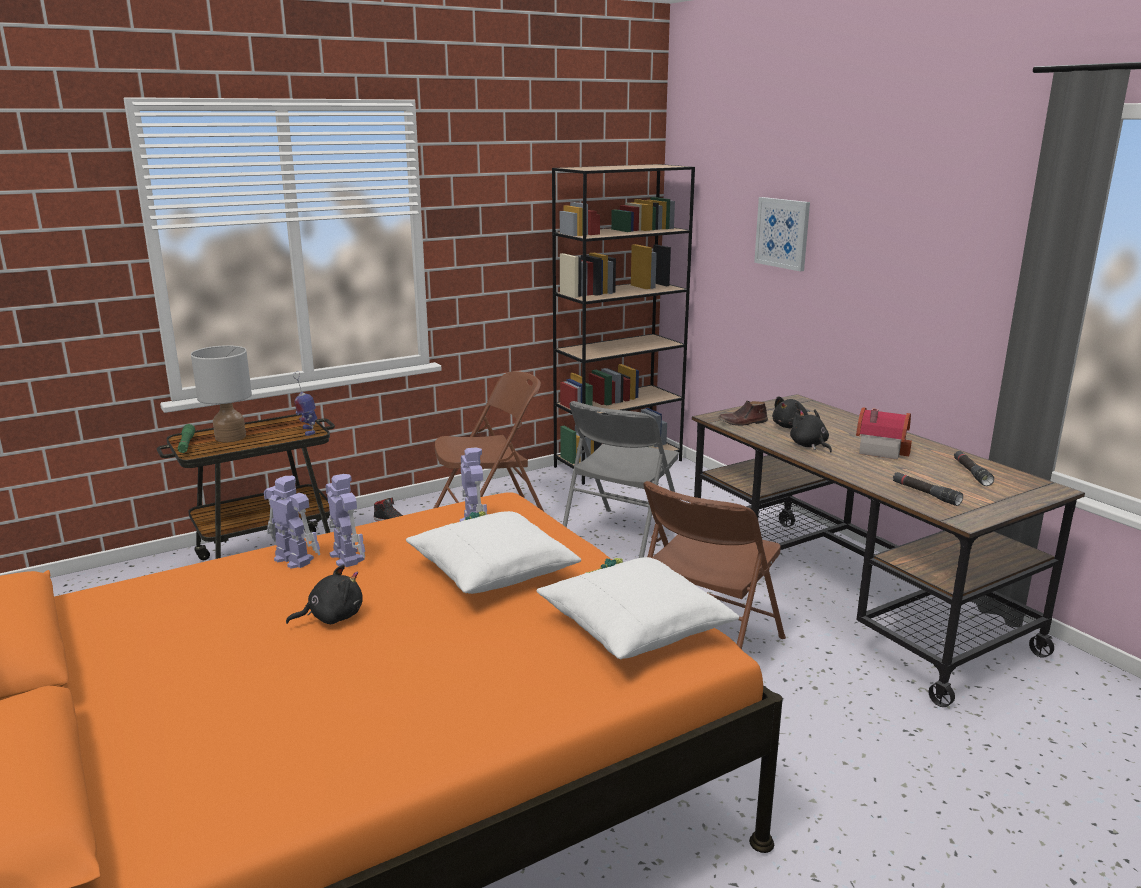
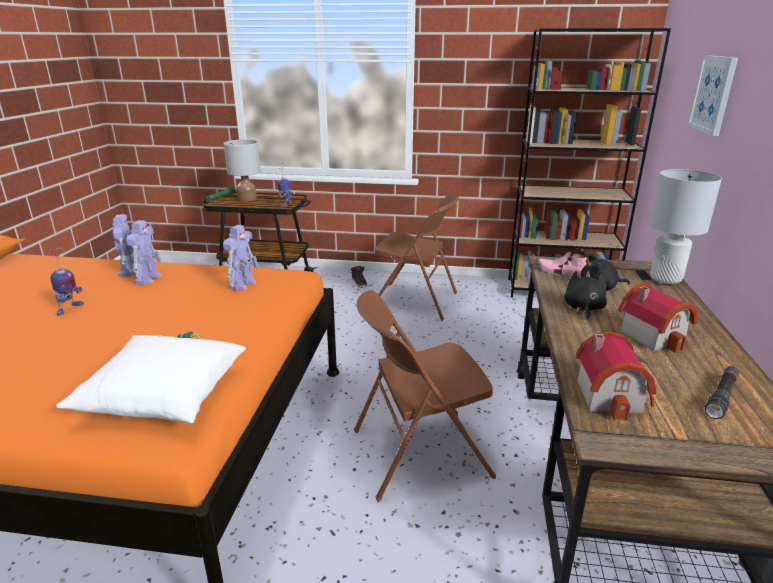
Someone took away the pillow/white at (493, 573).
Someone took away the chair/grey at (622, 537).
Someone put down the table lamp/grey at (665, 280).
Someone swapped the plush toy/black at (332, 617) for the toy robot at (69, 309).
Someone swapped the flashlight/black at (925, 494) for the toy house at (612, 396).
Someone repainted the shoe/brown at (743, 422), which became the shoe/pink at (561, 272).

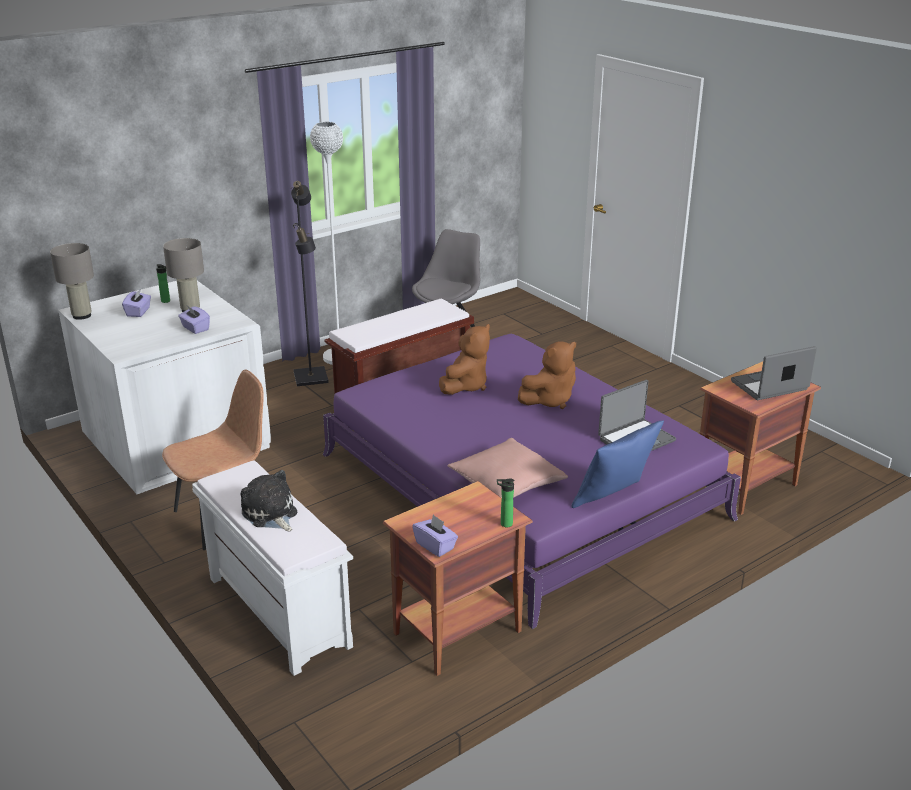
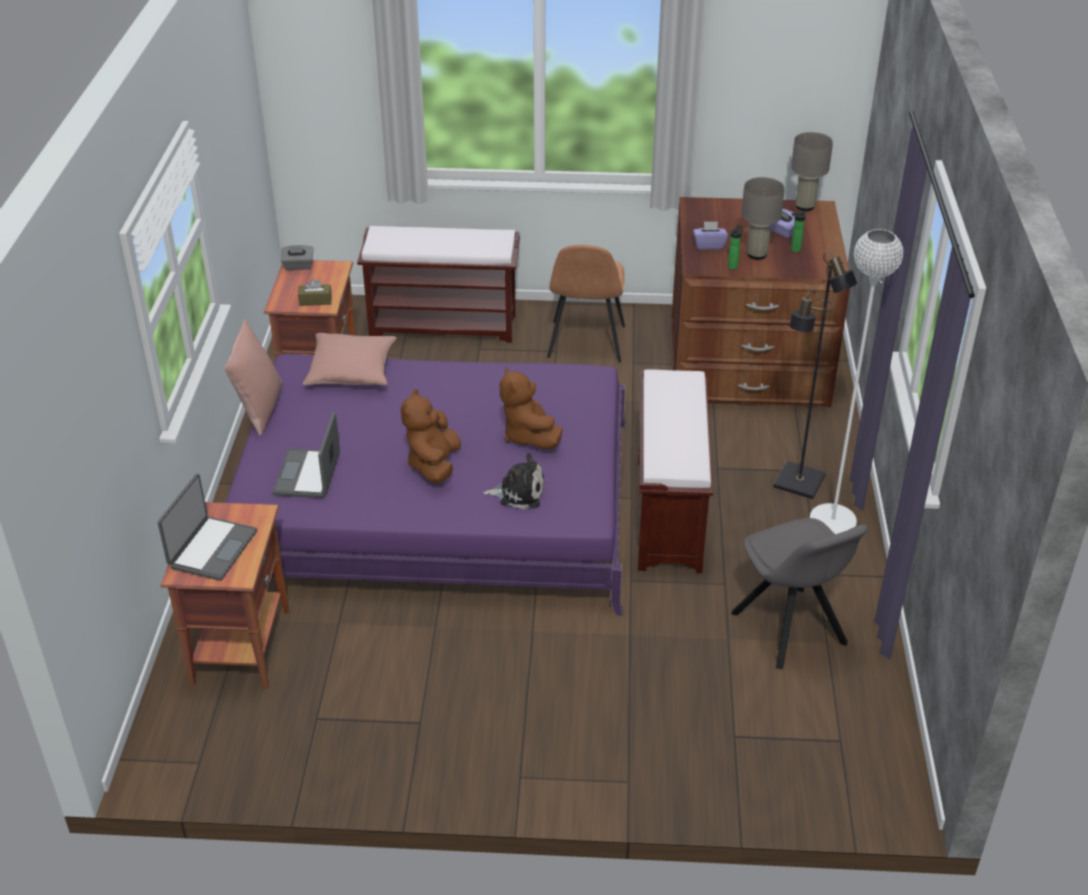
Someone put down the tissue box/brown at (315, 300).
Someone carried the plush toy from (270, 514) to (518, 492).
Someone carried the bottle from (504, 524) to (733, 266).
Someone repainted the dresser/white at (176, 438), which became the dresser/brown at (748, 362).
Someone repainted the bench/white at (276, 611), which became the bench/brown at (444, 325).
Someone repainted the tissue box/purple at (435, 546), which became the tissue box/grey at (298, 266).
Someone repainted the pillow/blue at (614, 500), which became the pillow/pink at (259, 409).

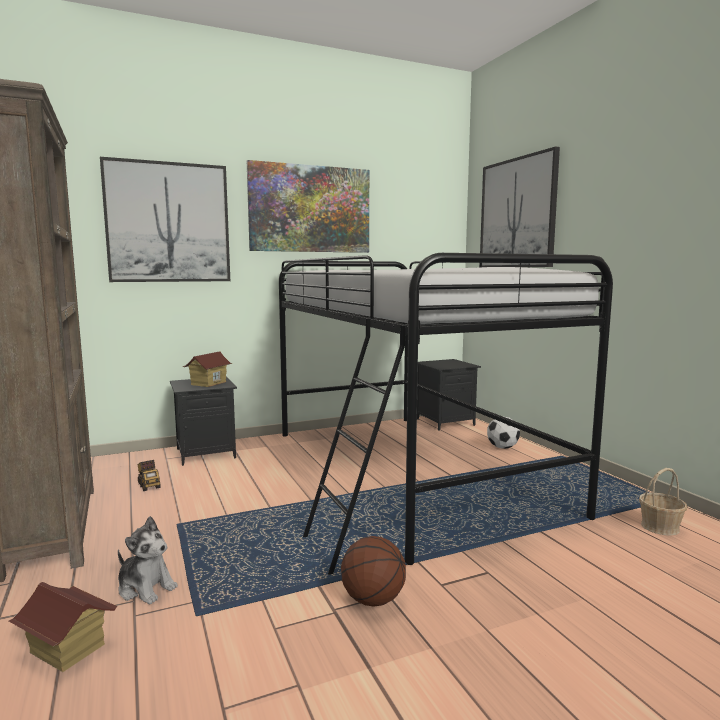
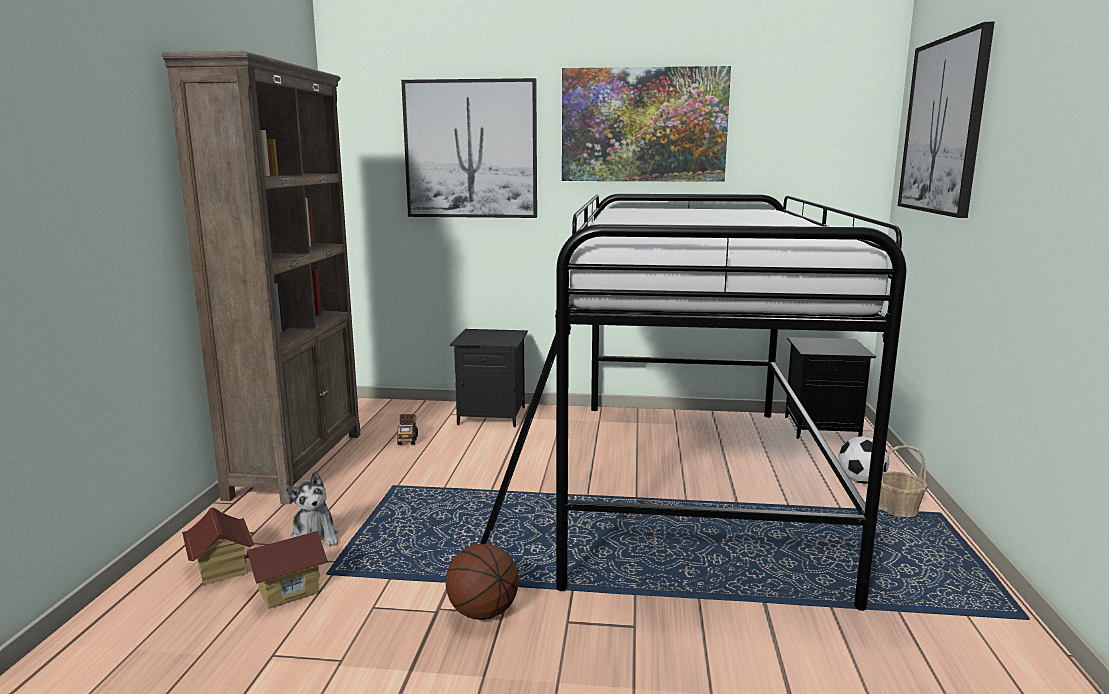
Someone carried the toy house from (208, 383) to (288, 591).
Someone carried the basket from (660, 527) to (898, 509).

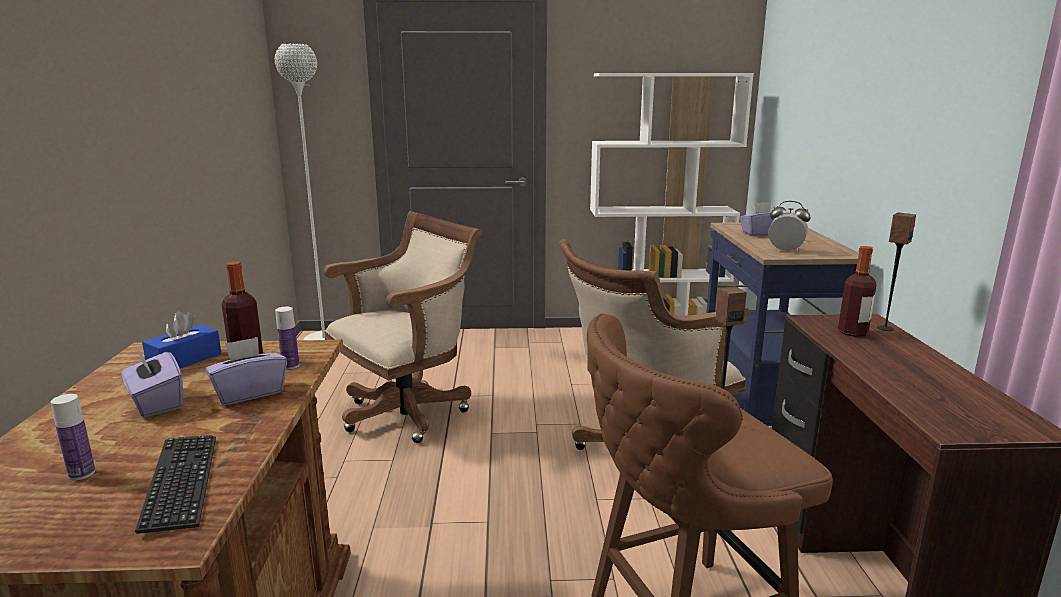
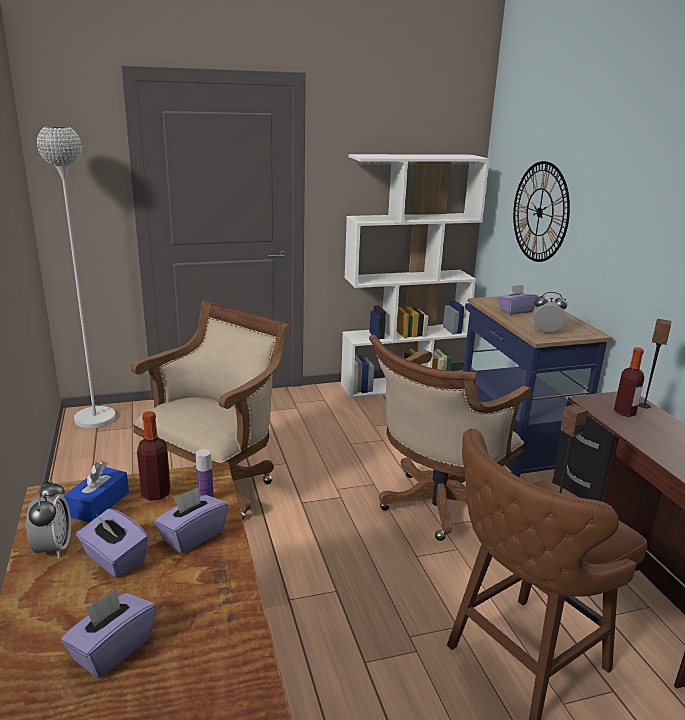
Someone took away the keyboard at (181, 483).
Someone put down the alarm clock at (53, 548).
Someone put up the wall clock at (540, 212).
Someone swapped the bottle at (82, 473) for the tissue box/purple at (112, 649).

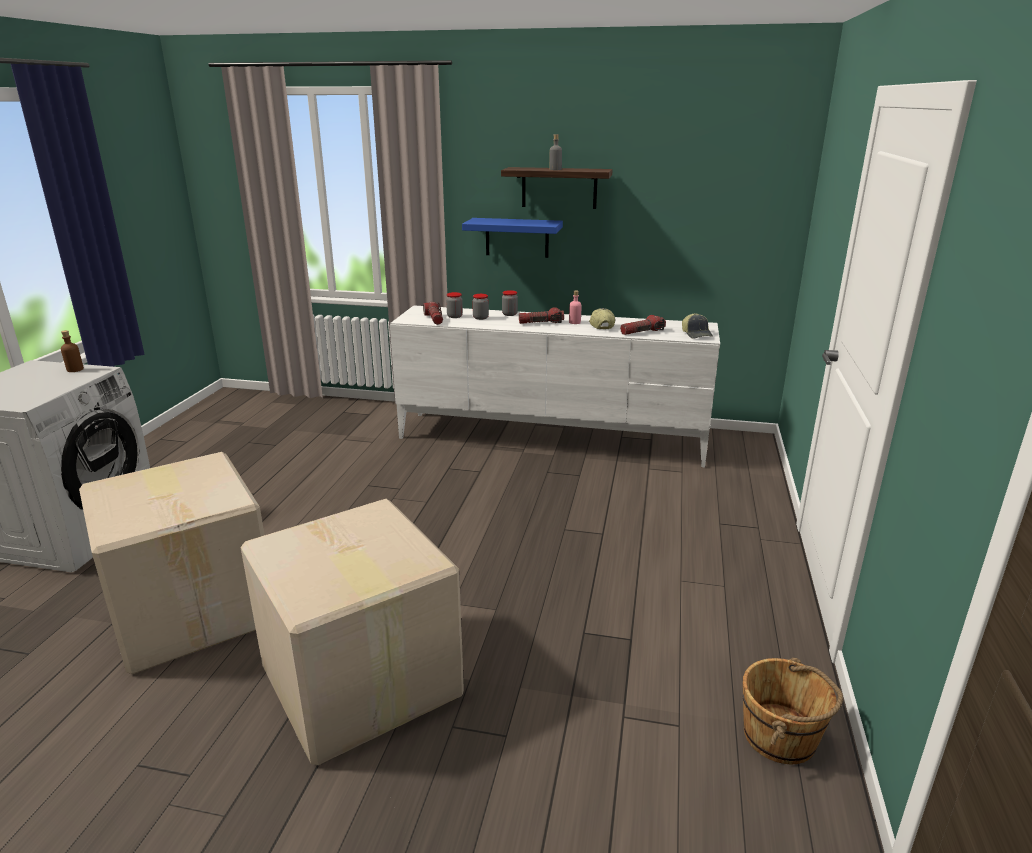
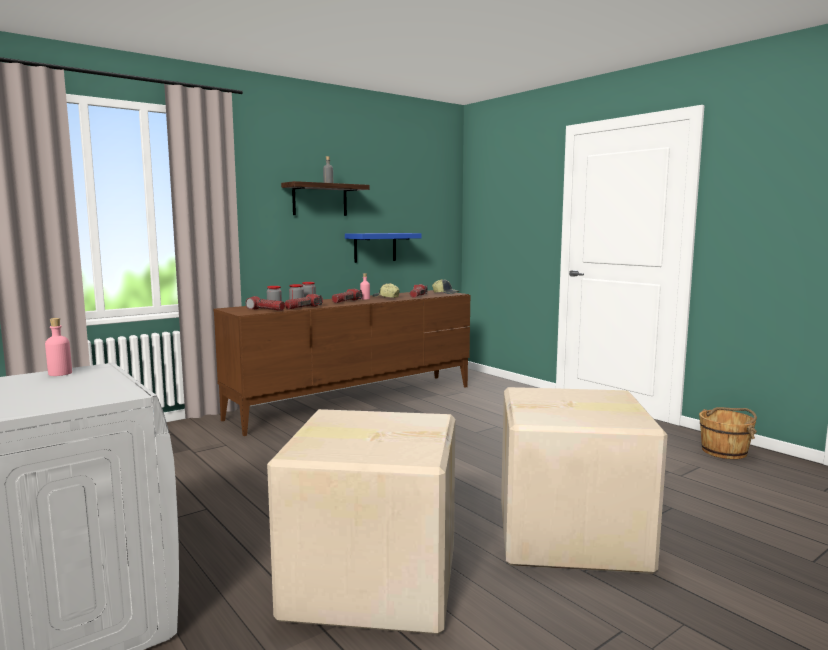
Someone put down the flashlight at (304, 307).
Someone carried the shelf/blue from (517, 237) to (375, 247).
Someone repainted the bottle/brown at (75, 369), which became the bottle/pink at (60, 373).
Someone repainted the cabinet/white at (552, 438), which became the cabinet/brown at (356, 402).

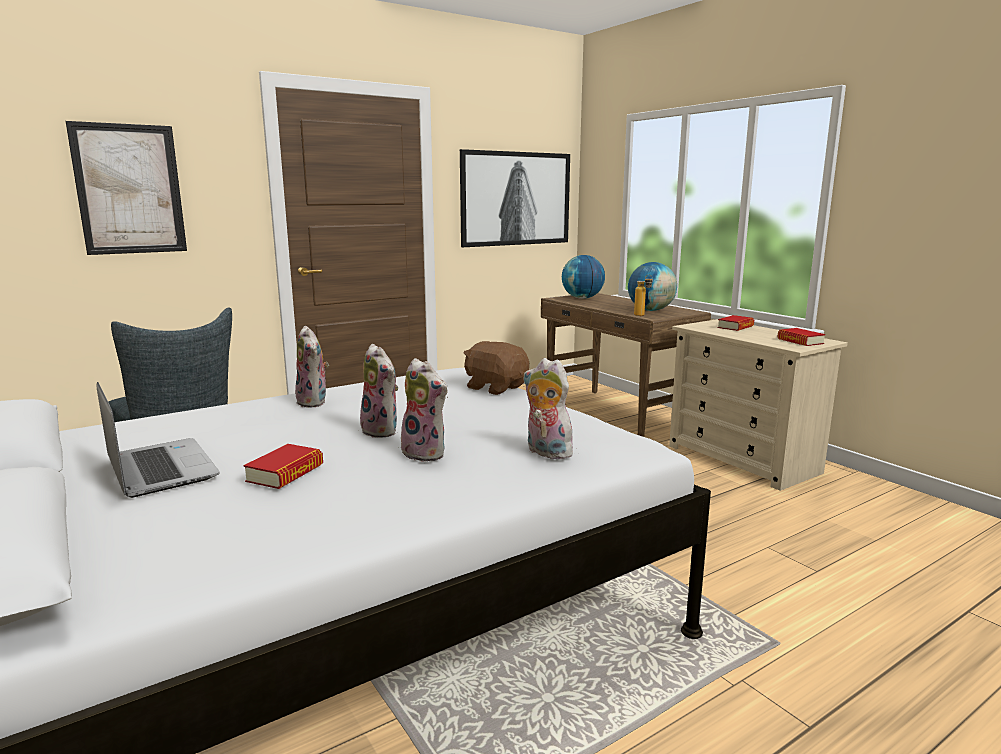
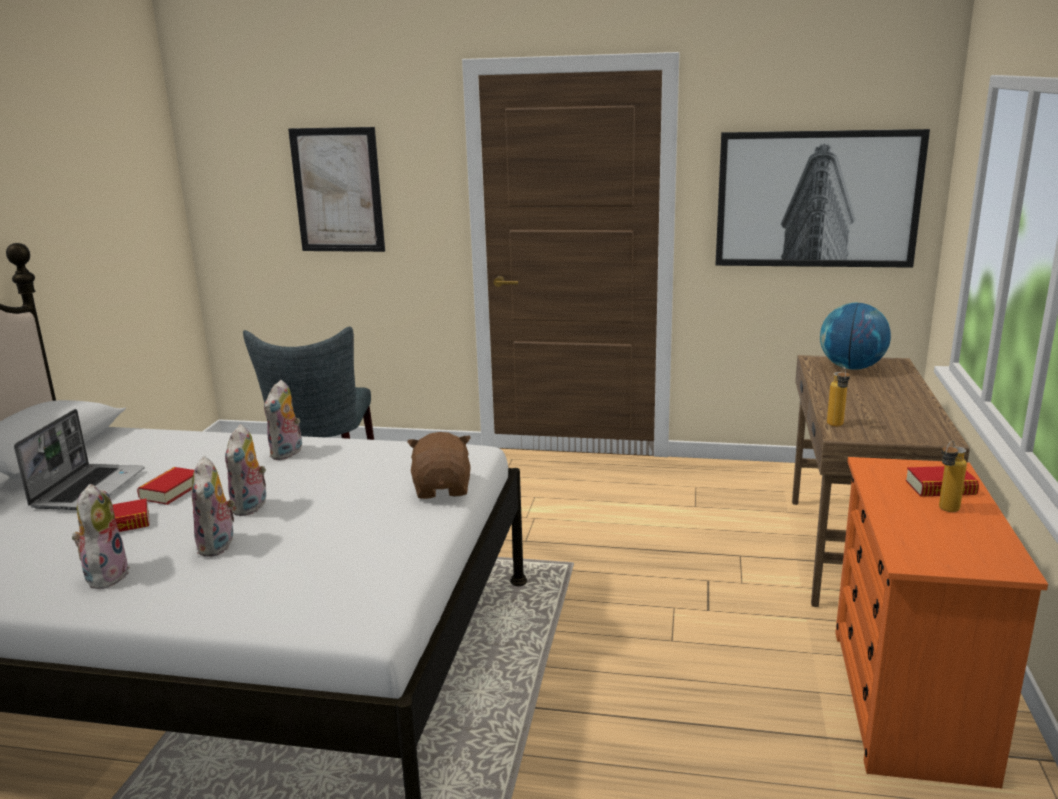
Someone took away the globe at (650, 310).
Someone put down the bottle at (945, 511).
Someone carried the plush toy from (545, 452) to (105, 575).
Someone carried the book from (800, 341) to (171, 491).
Someone repainted the dresser/beige at (743, 459), which became the dresser/orange at (908, 702).

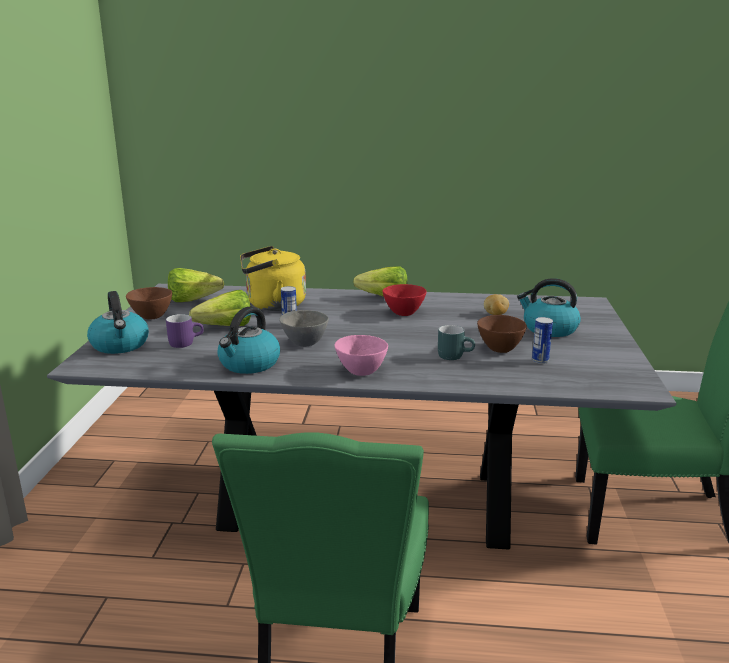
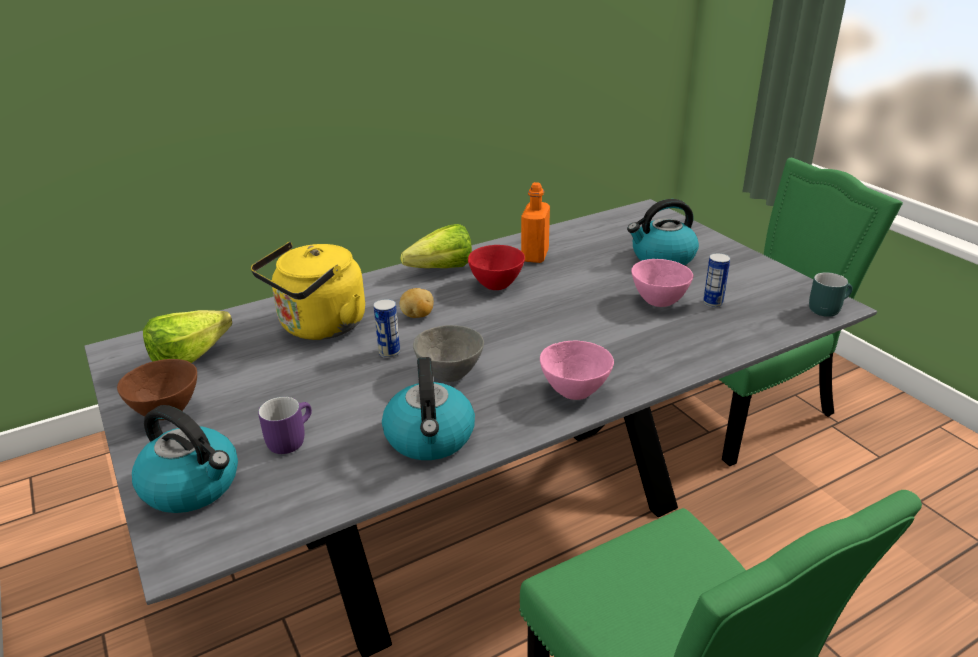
Someone took away the lettuce at (220, 328).
Someone put down the bottle/orange at (535, 255).
Someone carried the mug/turquoise from (454, 355) to (826, 308).
Someone carried the potato from (495, 314) to (417, 316).
Someone repainted the bowl/brown at (499, 349), which became the bowl/pink at (658, 302).

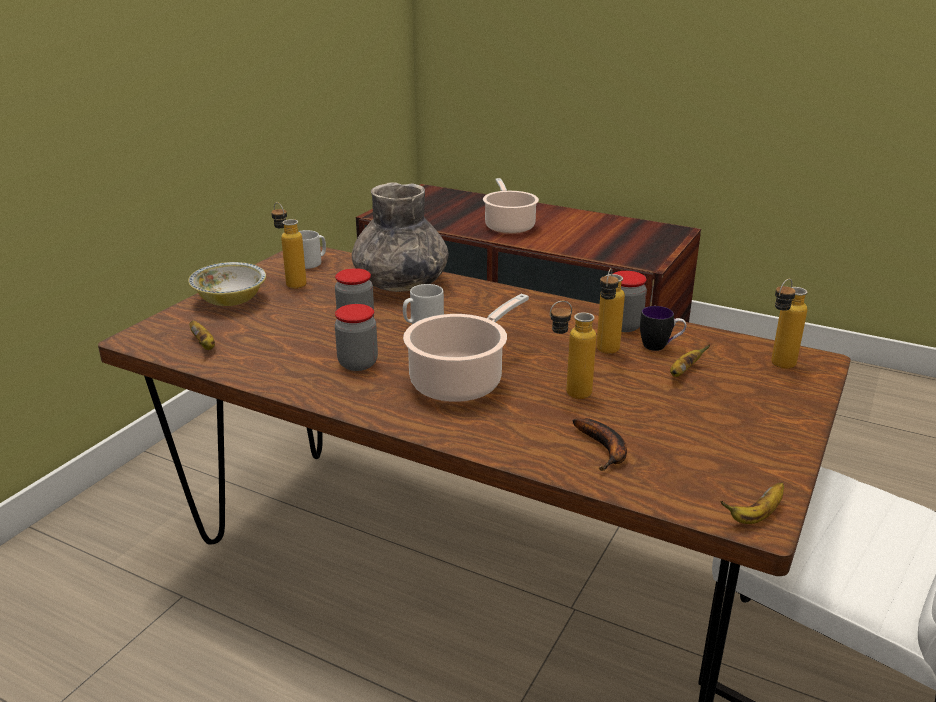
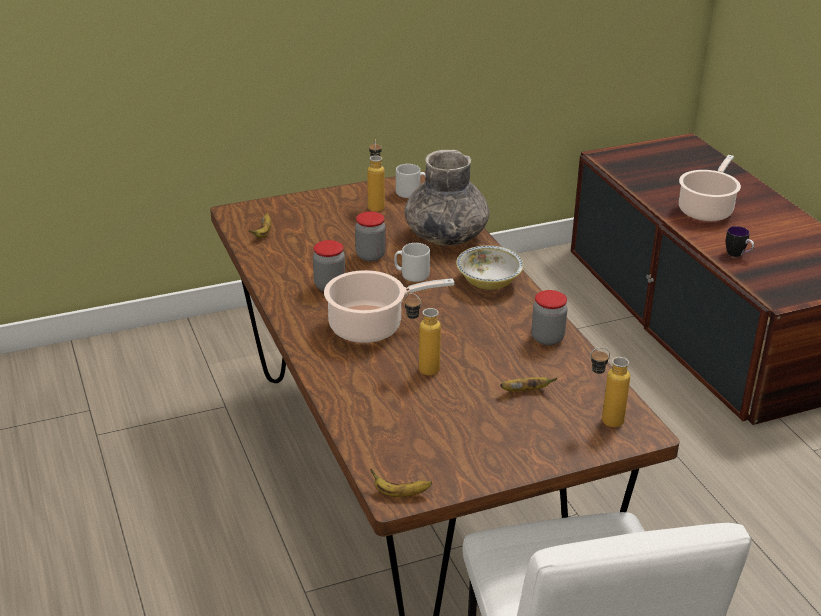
Someone took away the banana at (604, 449).
Someone took away the bottle at (605, 353).
Someone carried the bowl from (230, 300) to (488, 282).
Someone carried the mug from (660, 347) to (738, 255).

